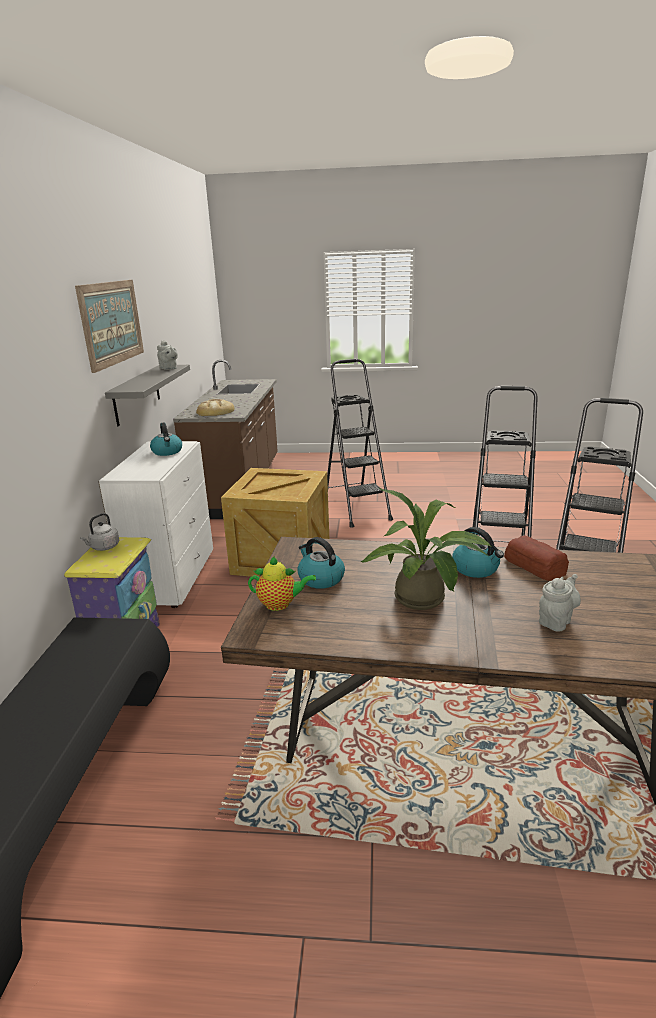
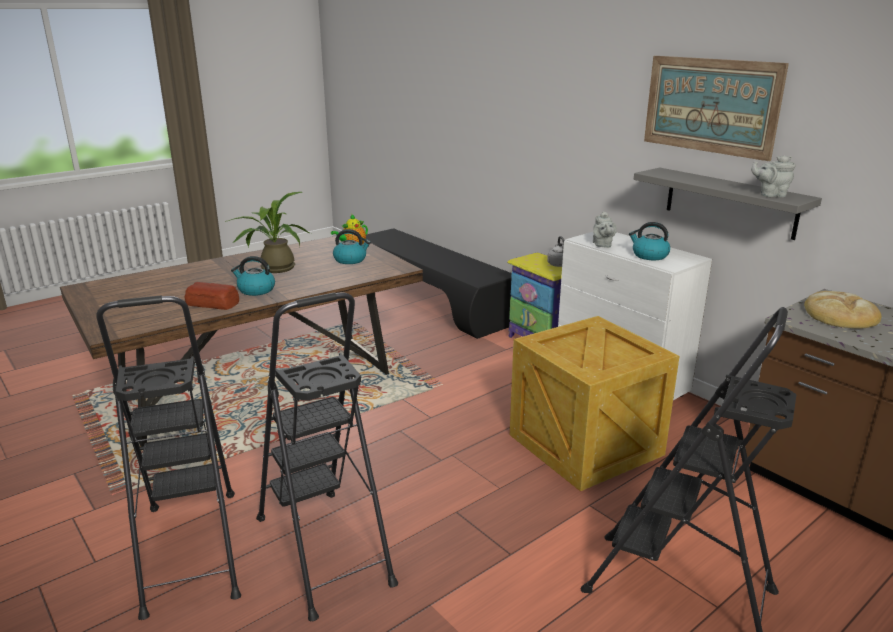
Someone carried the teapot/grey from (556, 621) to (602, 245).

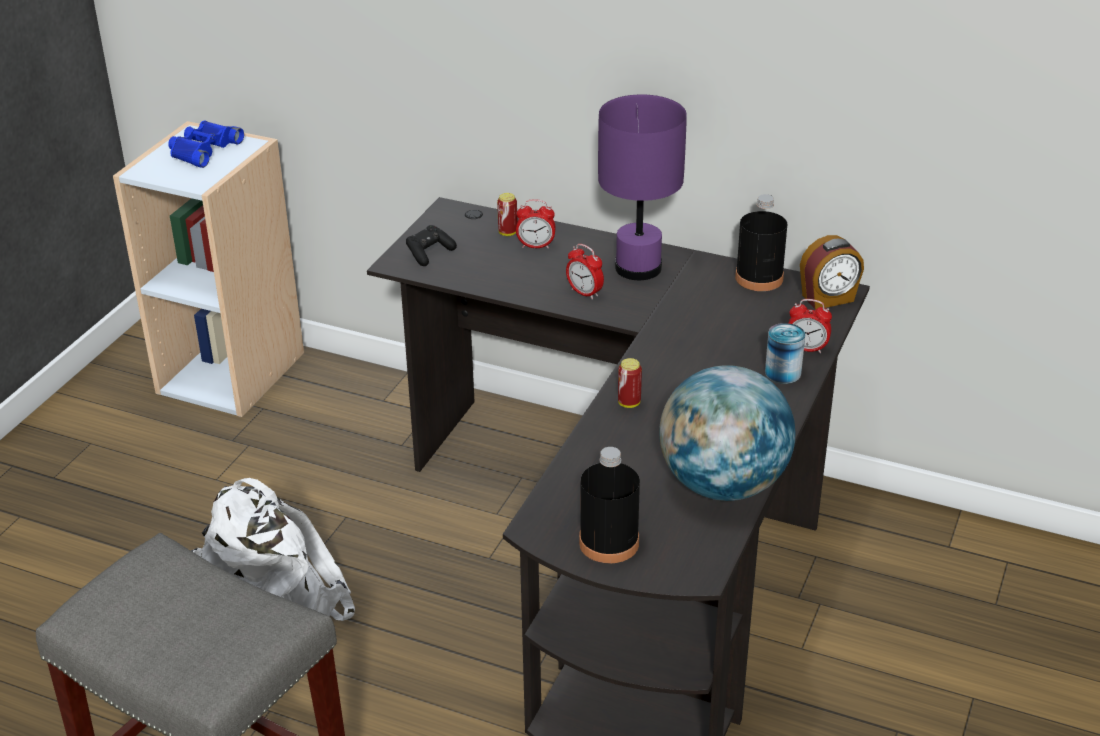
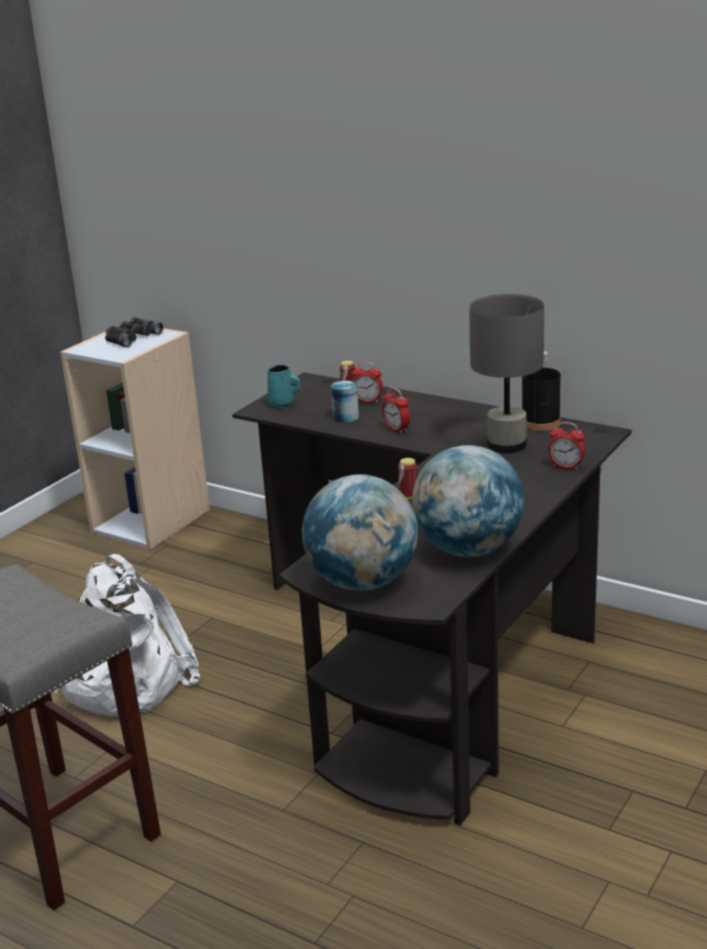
Someone took away the table lamp/purple at (637, 267).
Someone took away the alarm clock at (828, 299).
Someone put down the table lamp/grey at (507, 445).
Someone carried the can from (783, 373) to (346, 417).
Someone swapped the game controller/black at (429, 253) for the mug/turquoise at (283, 404).
Someone swapped the bottle/black at (609, 542) for the globe at (362, 582).
Someone repainted the binoculars/blue at (203, 150), which became the binoculars/black at (131, 337).

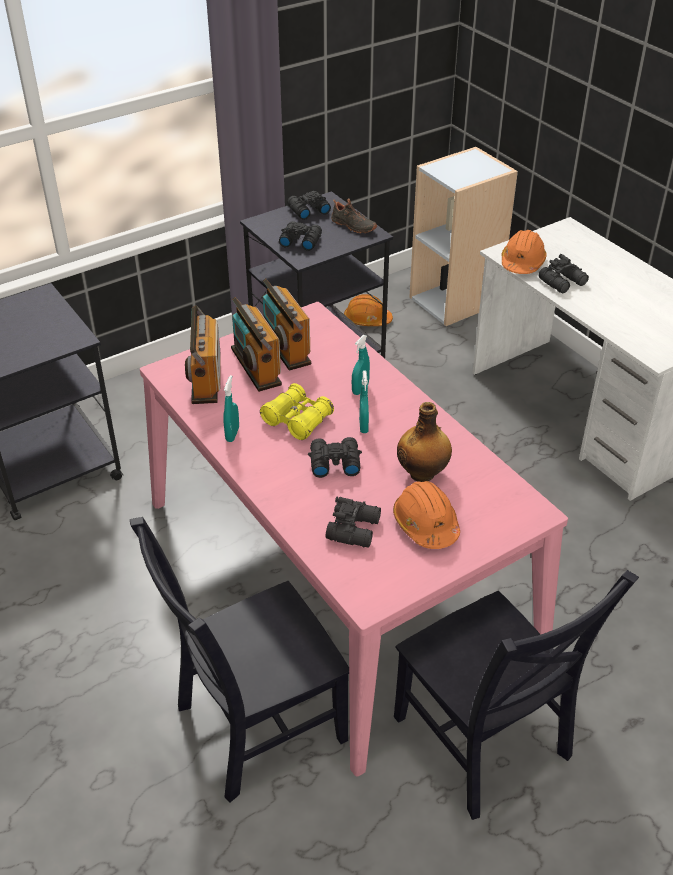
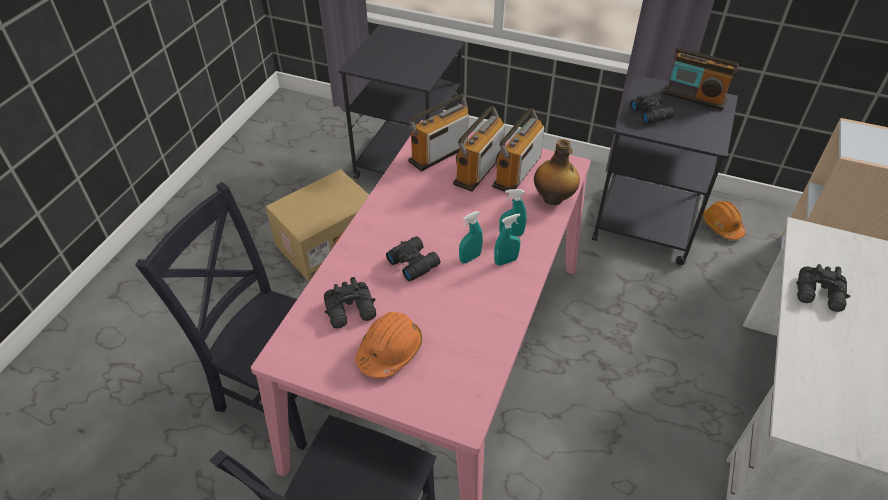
Someone took away the binoculars/yellow at (297, 420).
Someone took away the shoe/black at (352, 226).
Someone took away the hard hat/orange at (522, 263).
Someone put down the cardboard box at (328, 242).
Someone carried the spray bottle/turquoise from (232, 434) to (506, 261).
Someone carried the bottle from (423, 473) to (554, 198).
Someone swapped the binoculars/black at (307, 210) for the radio at (694, 97).

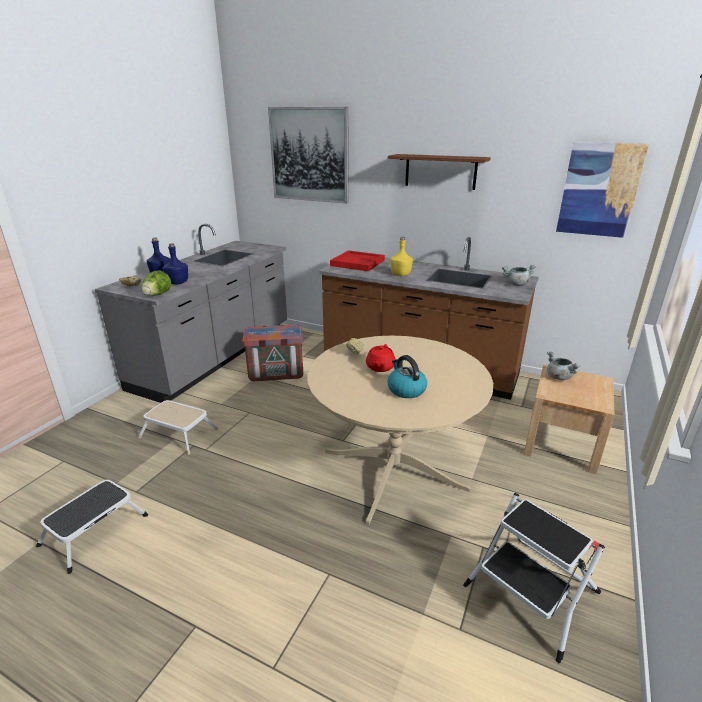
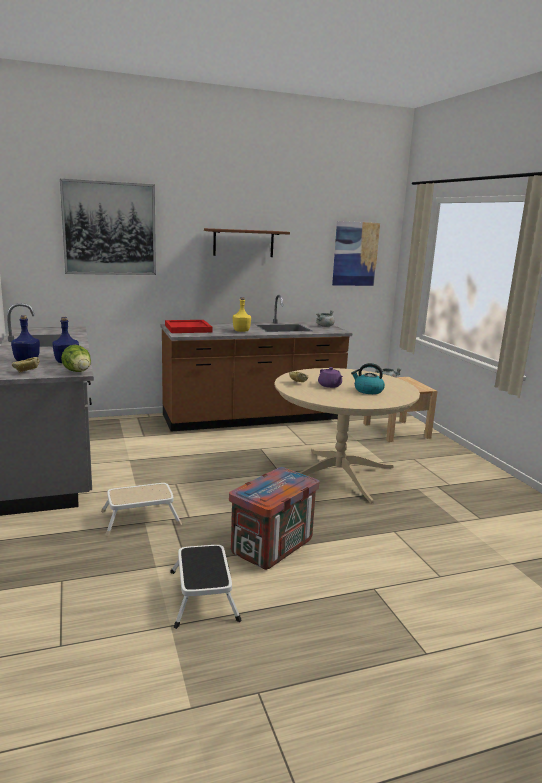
Someone took away the step ladder at (532, 592).
Someone carried the crate from (275, 373) to (271, 547).
Someone repainted the teapot/red at (380, 367), which became the teapot/purple at (330, 385).

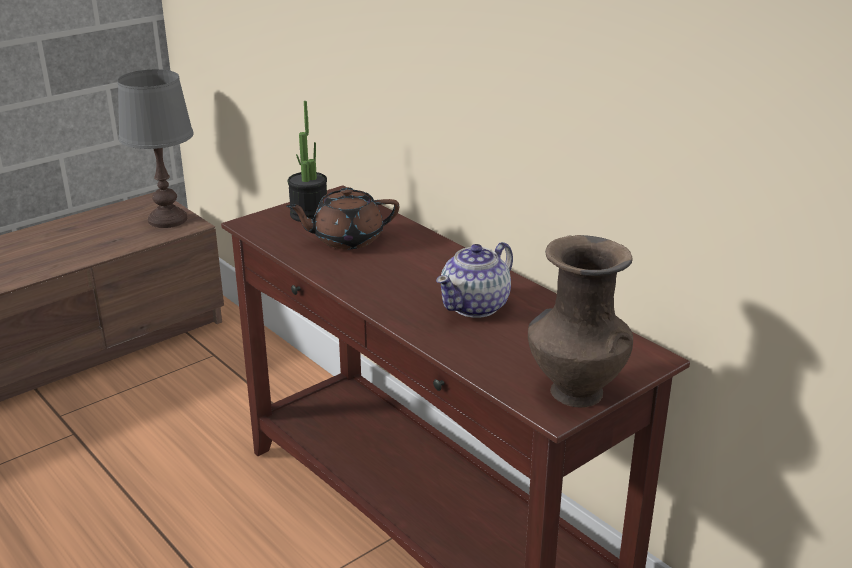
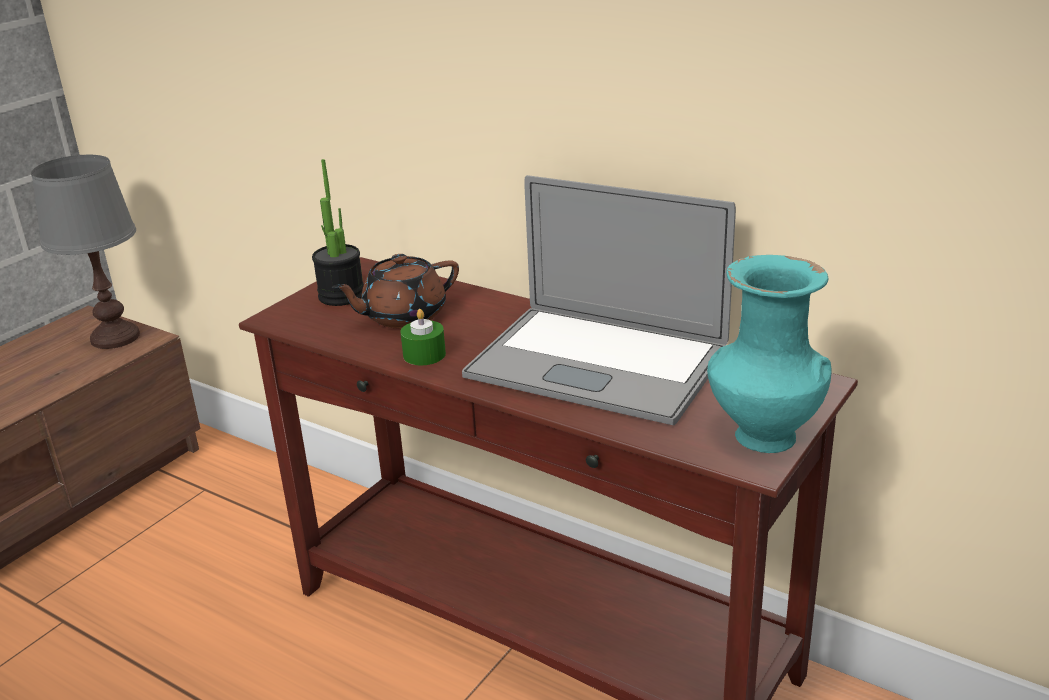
Someone put down the candle/green at (424, 354).
Someone swapped the teapot at (476, 306) for the laptop at (597, 364).
Someone repainted the vase/brown at (573, 392), which became the vase/turquoise at (762, 437).

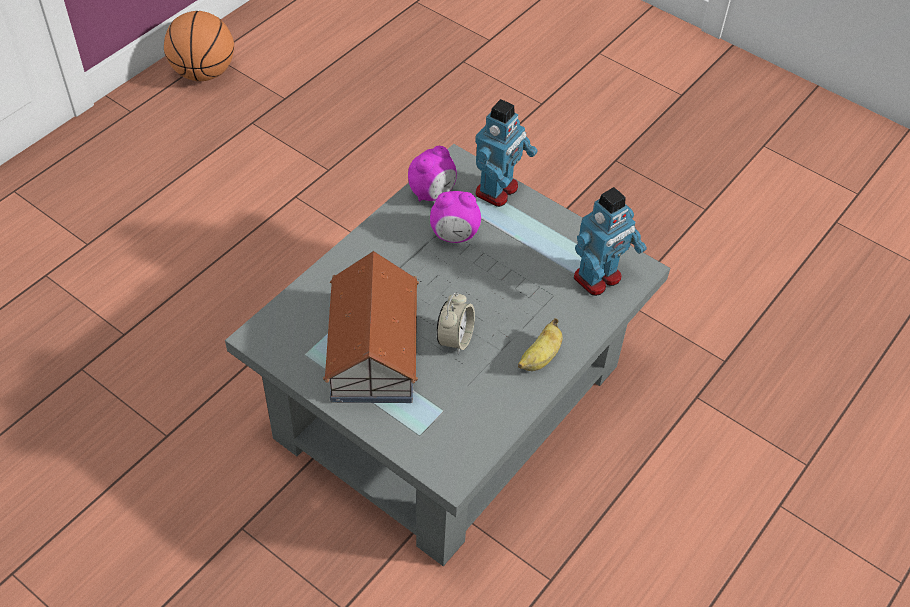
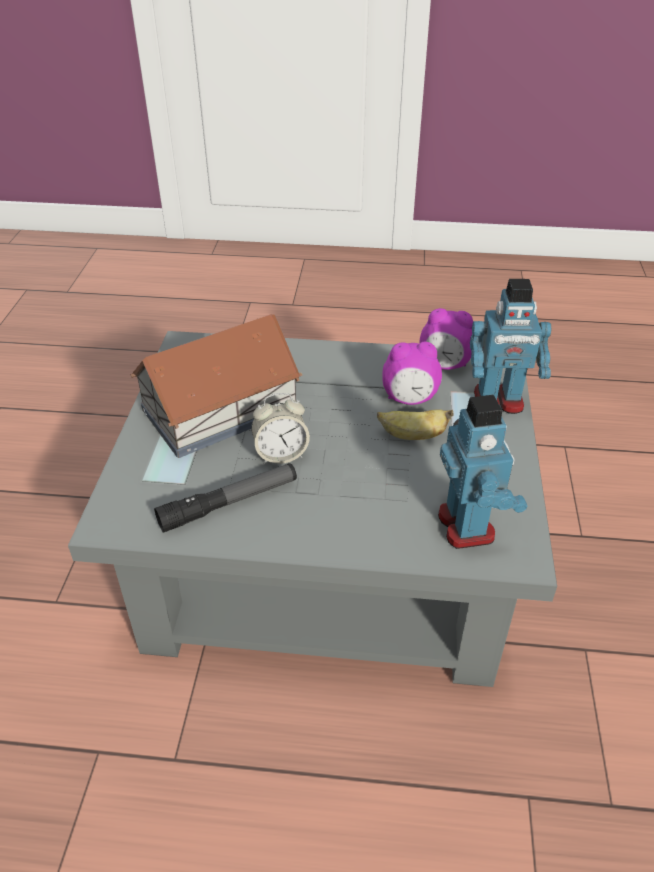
Someone took away the basketball at (204, 73).
Someone put down the flashlight at (229, 503).
Someone carried the banana from (540, 358) to (412, 436).
Someone rotated the alarm clock at (454, 235) by 60 degrees counterclockwise.
Someone rotated the toy robot at (598, 278) by 120 degrees counterclockwise.

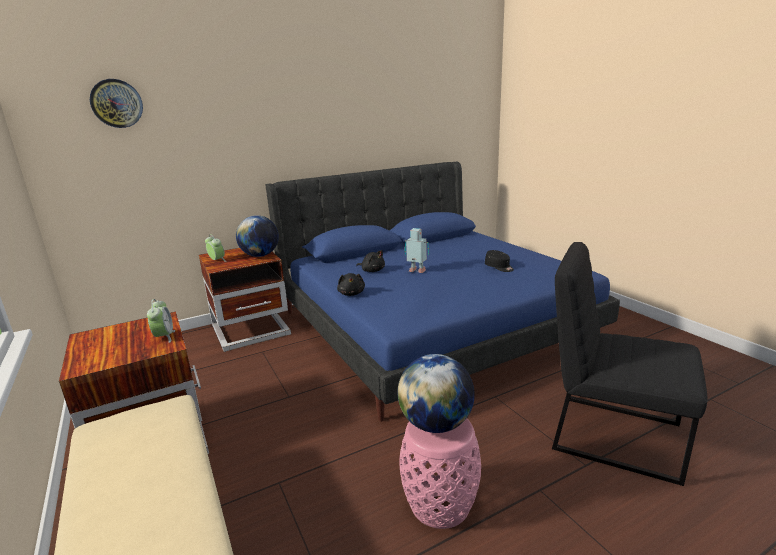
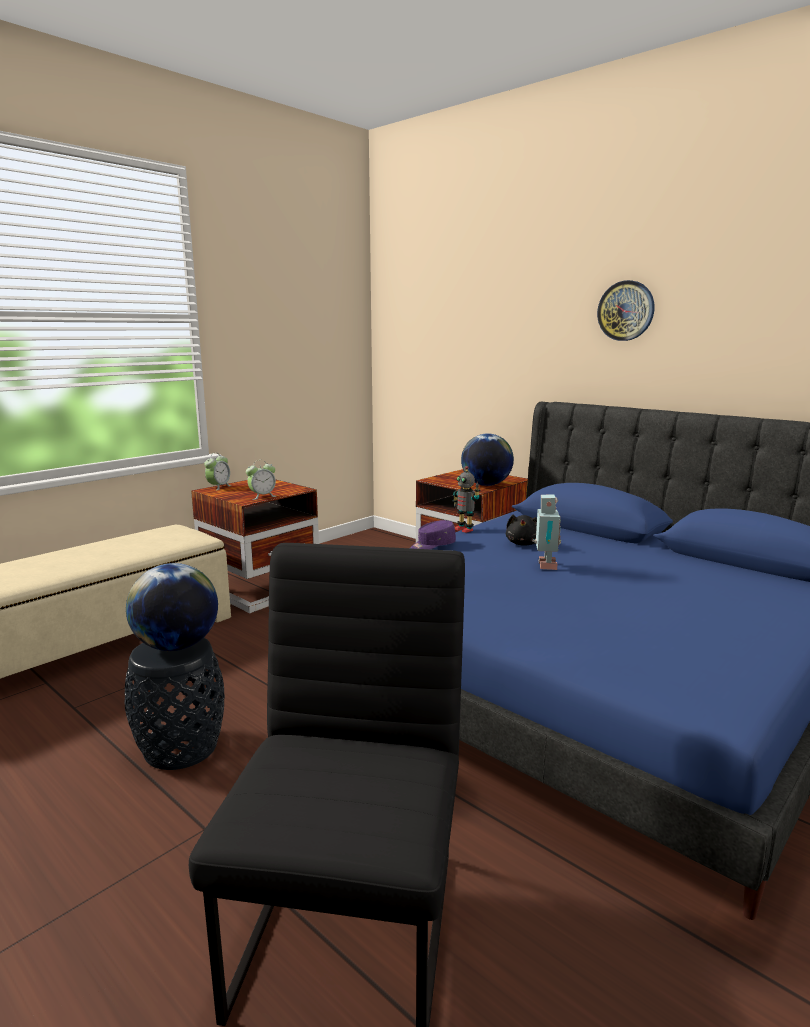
Someone took away the cap/black at (499, 267).
Someone put down the toy robot at (464, 529).
Someone carried the wall clock from (116, 103) to (626, 311).
Someone carried the alarm clock from (217, 261) to (218, 487).
Someone swapped the plush toy/black at (351, 293) for the cap/purple at (432, 545).
Someone repainted the stool/pink at (440, 504), which became the stool/black at (181, 748).

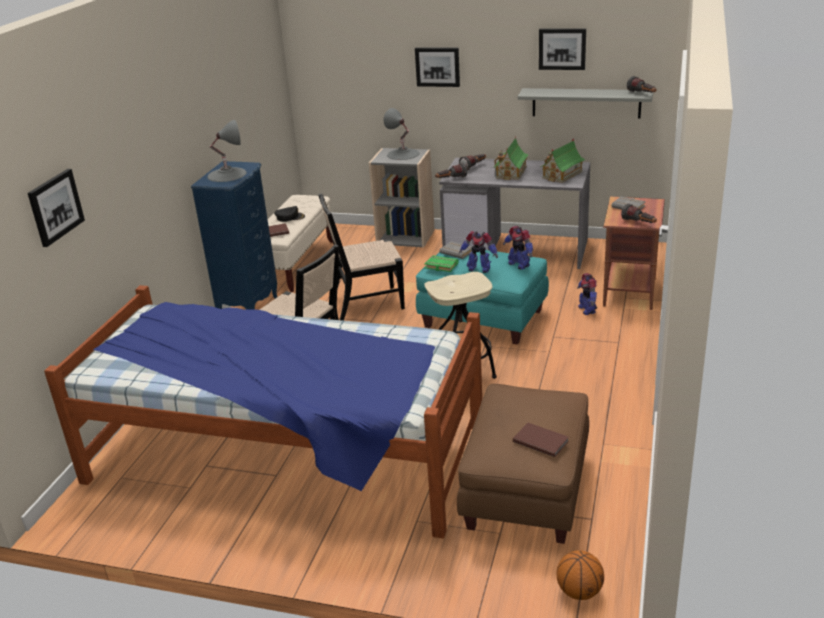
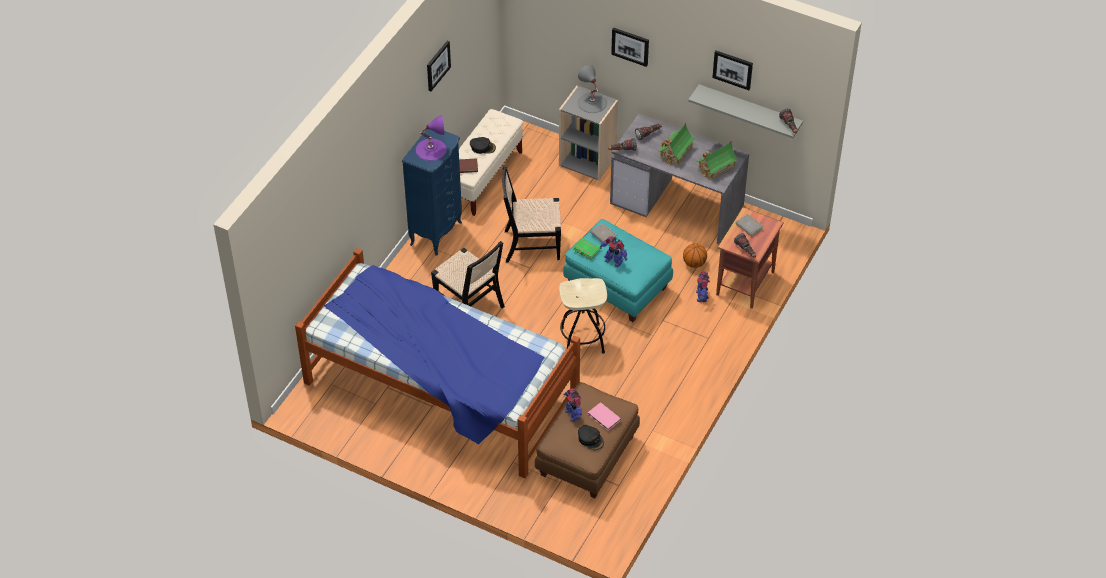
Someone put down the book/pink at (604, 418).
Someone carried the picture from (55, 207) to (437, 65).
Someone carried the toy robot from (519, 264) to (573, 414).
Someone carried the basketball from (579, 592) to (694, 263).
Someone swapped the book/brown at (540, 441) for the cap/black at (590, 439).
Someone repainted the table lamp/grey at (227, 174), which became the table lamp/purple at (431, 149).

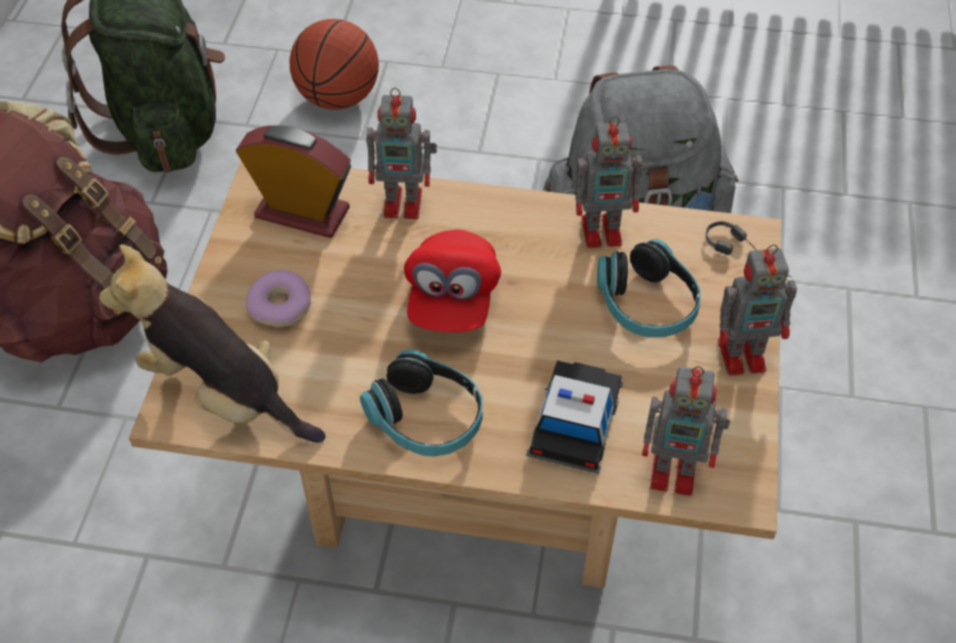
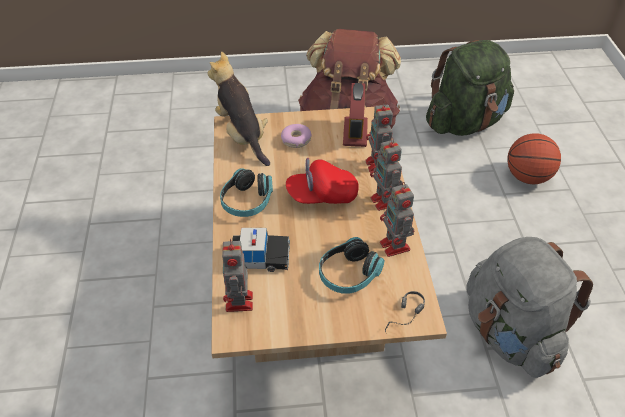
Someone carried the toy robot from (744, 355) to (385, 202).
Someone rotated the plush toy at (223, 394) by 45 degrees counterclockwise.

